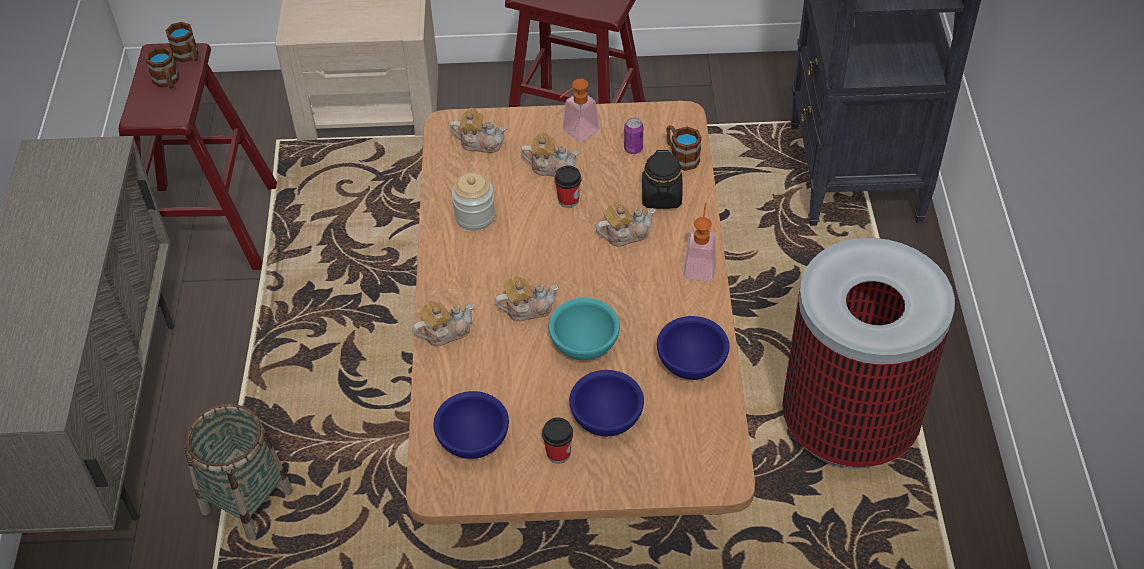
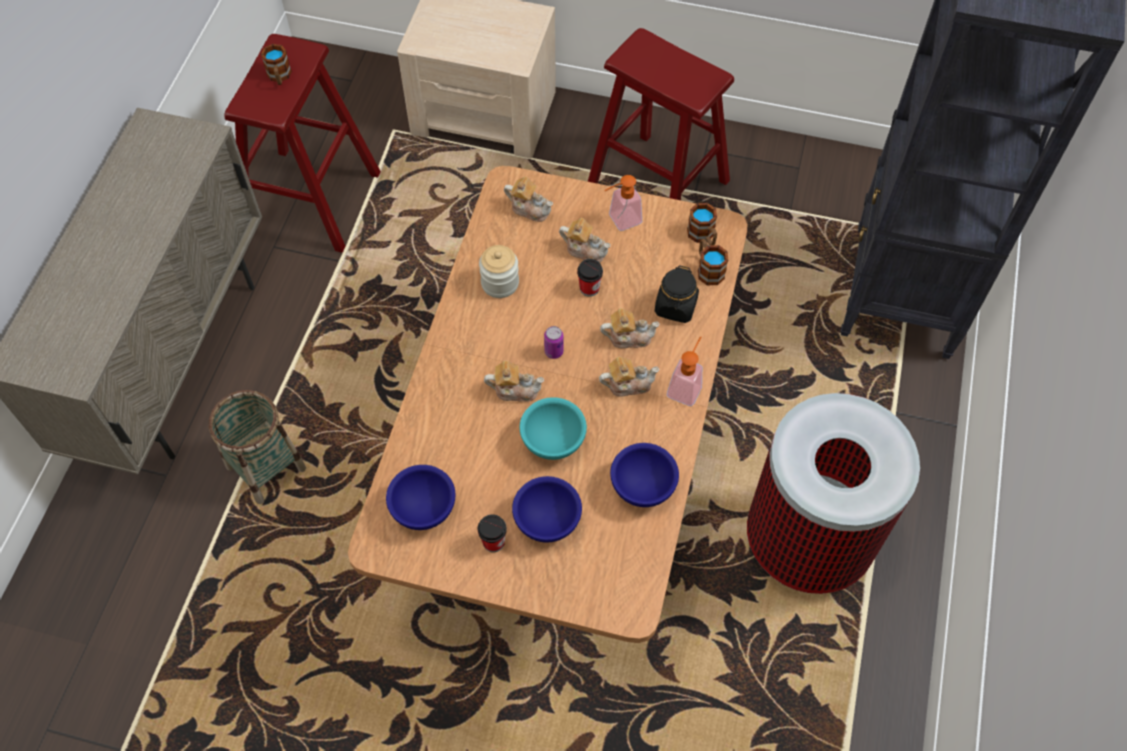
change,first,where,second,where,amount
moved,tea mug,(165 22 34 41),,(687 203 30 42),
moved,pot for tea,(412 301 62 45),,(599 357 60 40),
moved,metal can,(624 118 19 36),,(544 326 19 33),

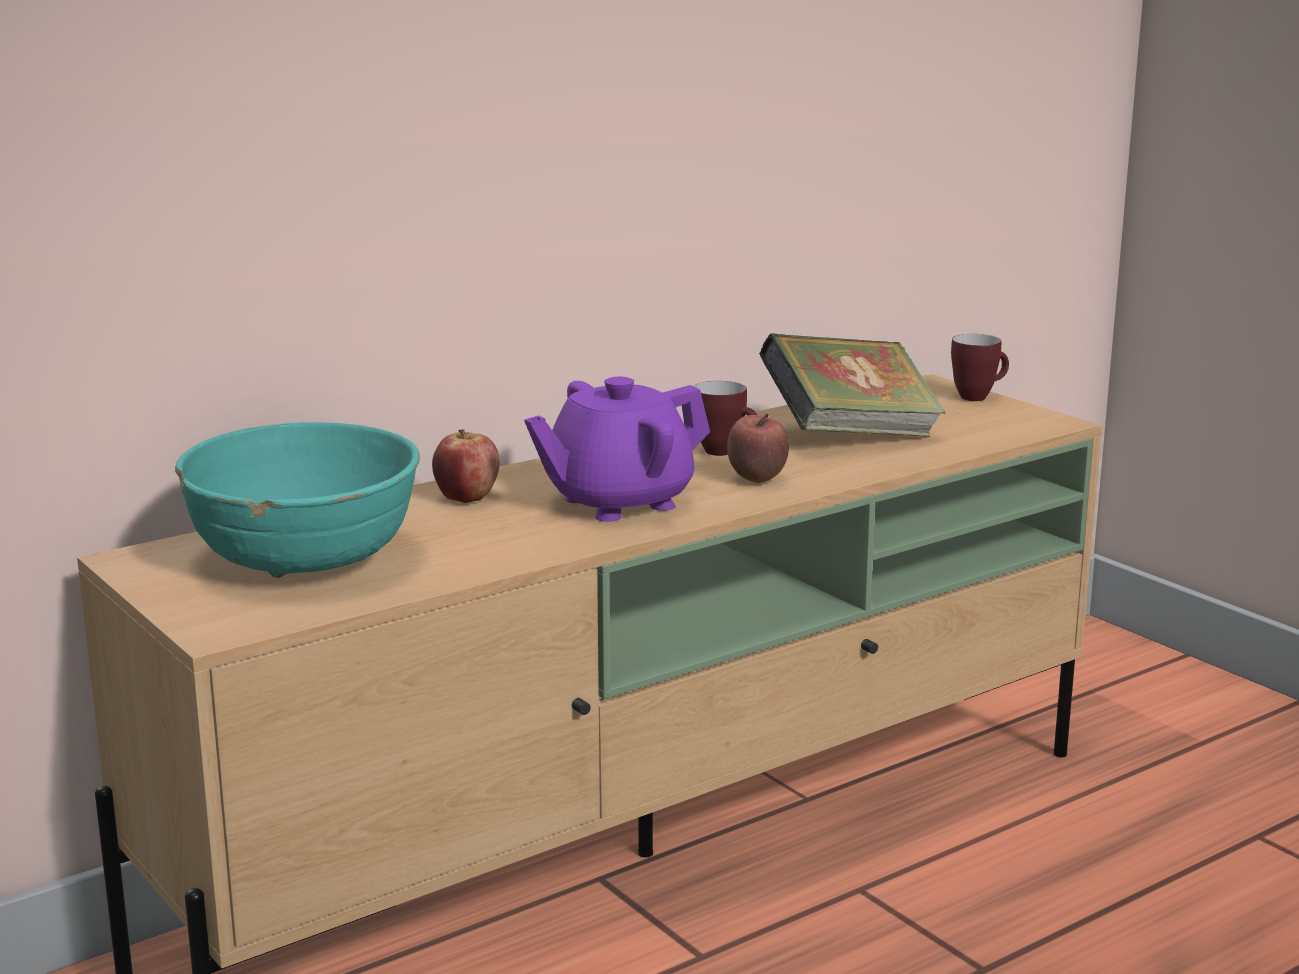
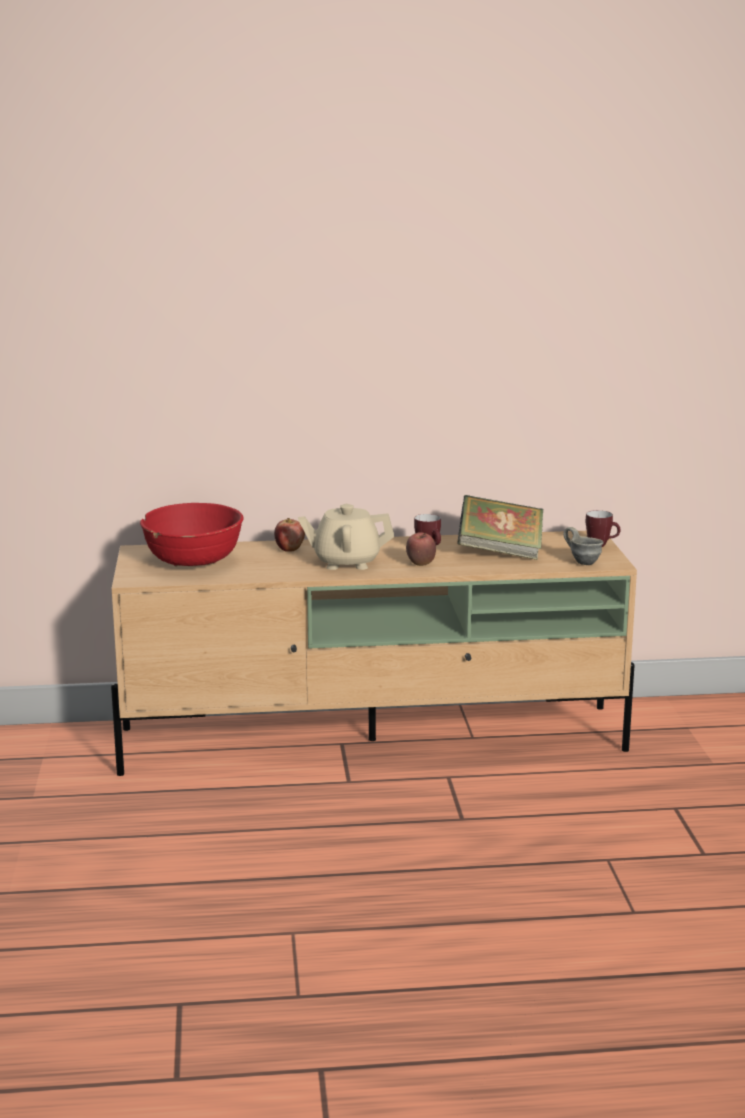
change,first,where,second,where,amount
added,,,tea mug (grey),(563 527 41 38),
recoloured,serving bowl (blue-green),(175 422 245 156),serving bowl (reddish),(140 503 104 64),
recoloured,pot for tea (purplish),(524 377 186 145),pot for tea (sand-coloured),(298 504 96 66),

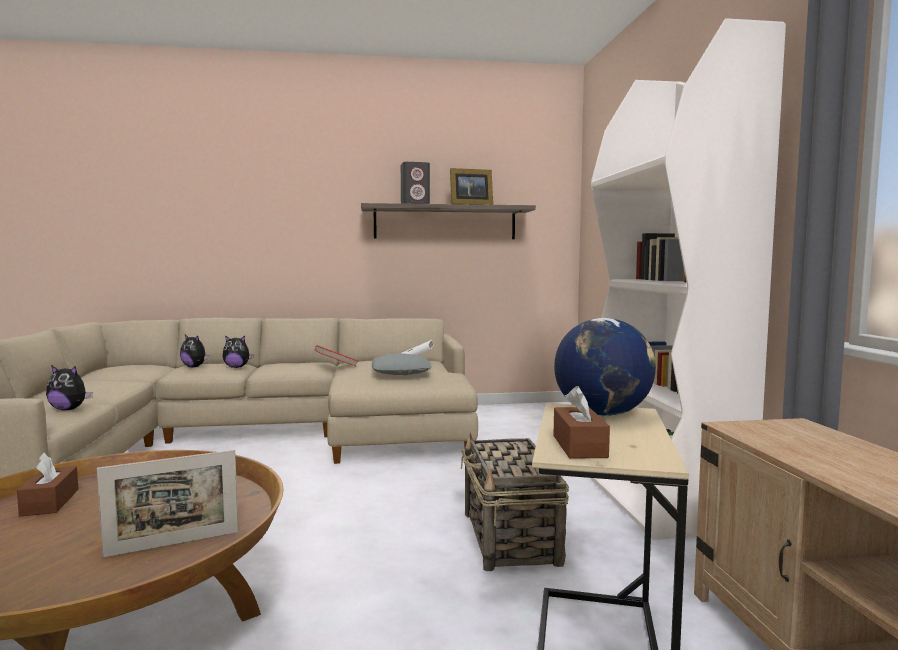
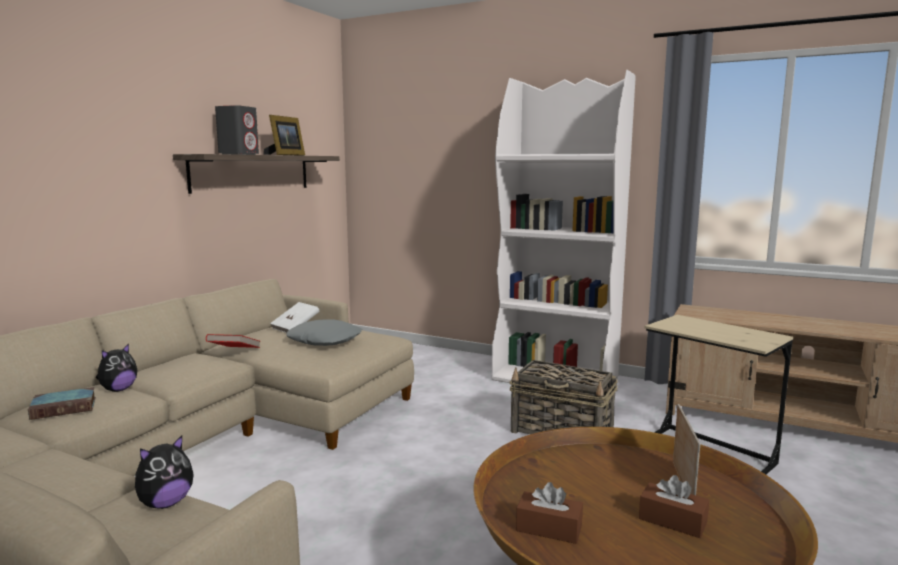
change,first,where,second,where,amount
removed,globe,(554 318 102 98),,,
moved,box of tissues (brown),(553 386 57 73),,(639 475 70 63),
replaced,cuddly toy,(180 334 30 34),volume,(28 387 68 33),

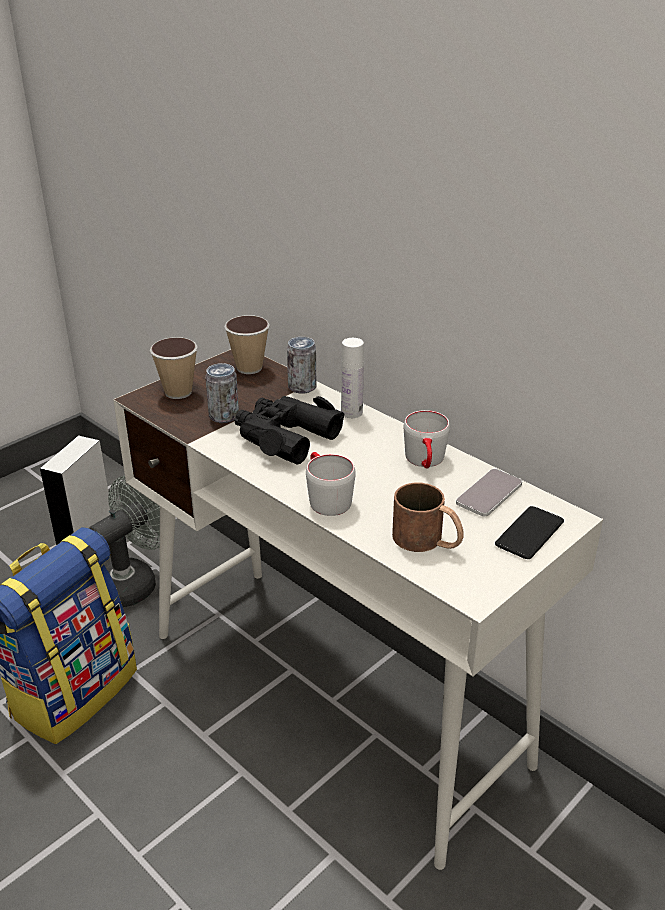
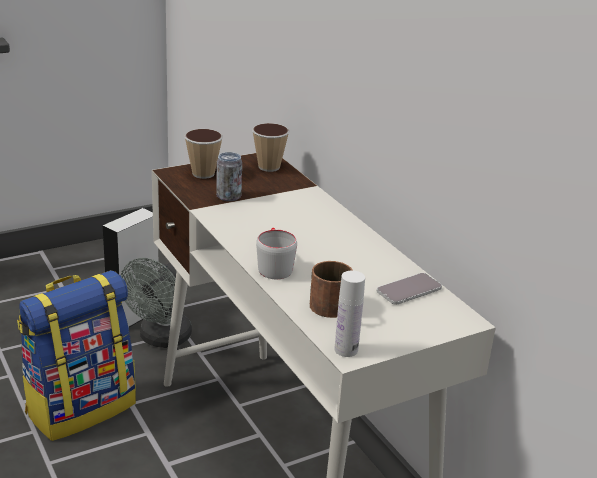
change,first,where,second,where,amount
removed,field glasses (black-coloured),(234 396 111 69),,,
removed,metal can,(287 337 29 57),,,
removed,tea mug (grey),(404 410 46 59),,,
removed,telephone,(495 506 69 53),,,
moved,beverage bottle (whitish),(341 338 23 80),,(334 270 31 87),
turned,electric fan (grey),(90 476 70 131),,(121 258 71 90),150 degrees clockwise

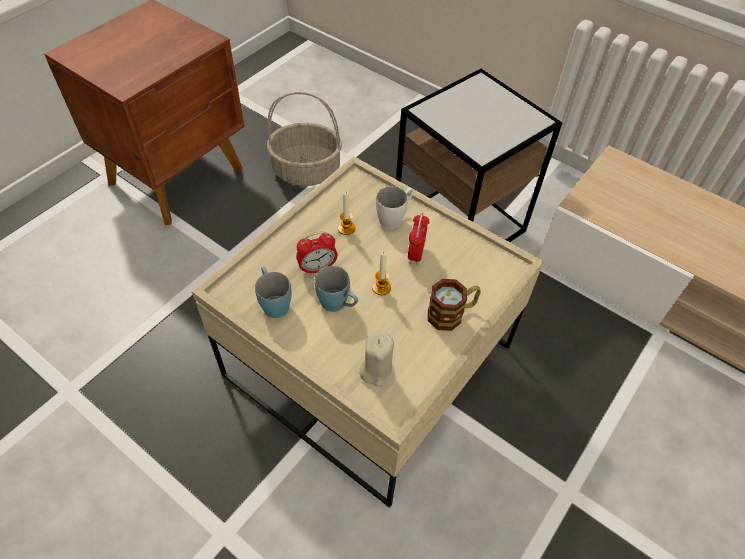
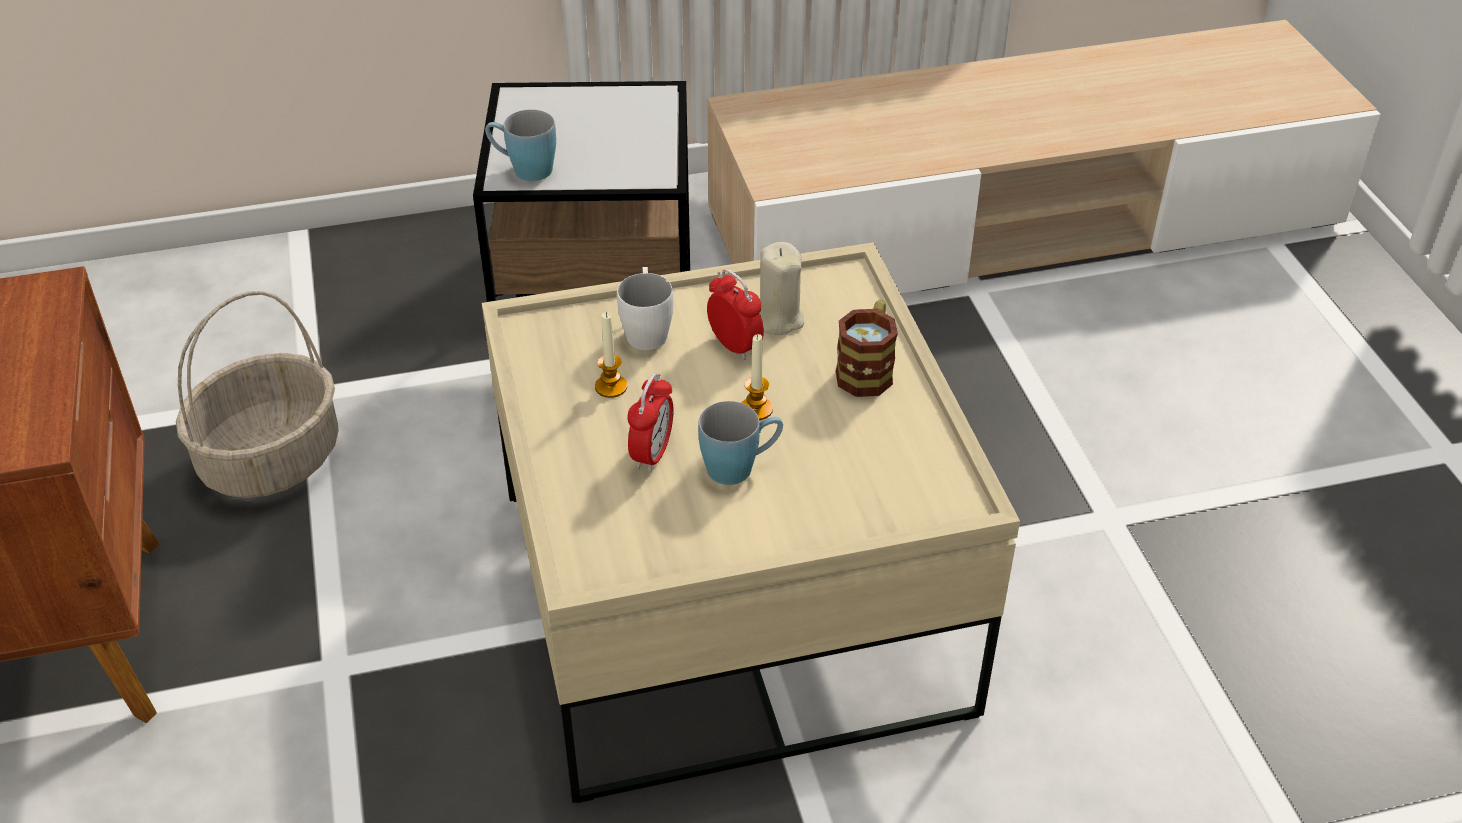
change,first,where,second,where,amount
moved,tea mug (blue-coloured),(255 267 37 51),,(485 109 71 72),
moved,wax candle (sand-coloured),(360 331 35 56),,(760 242 44 93),

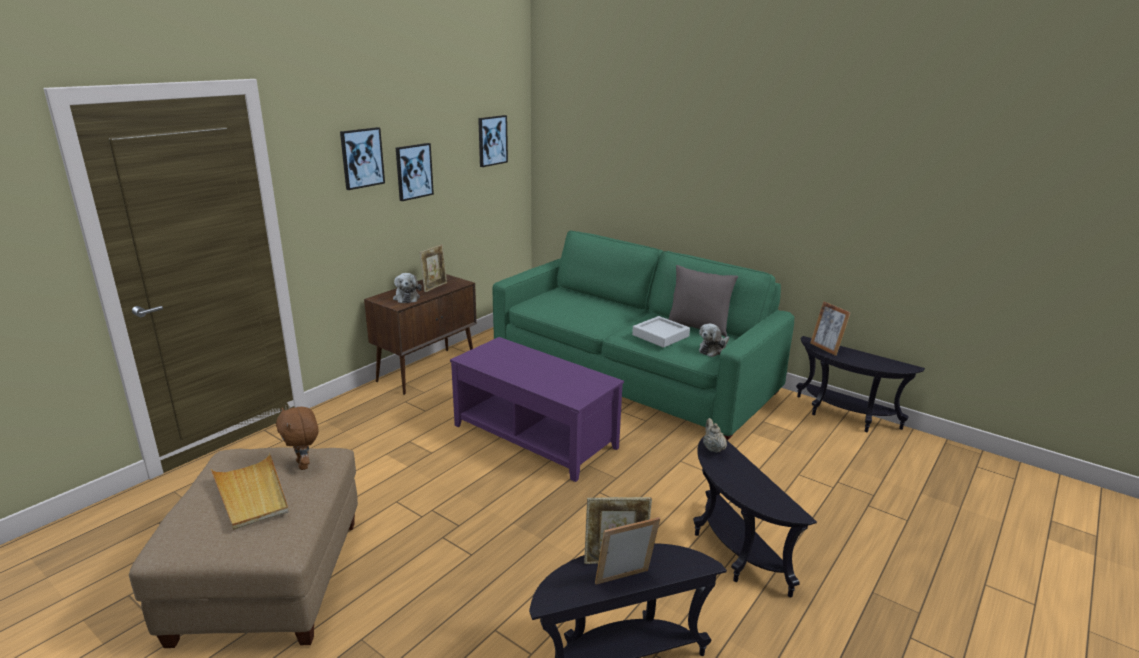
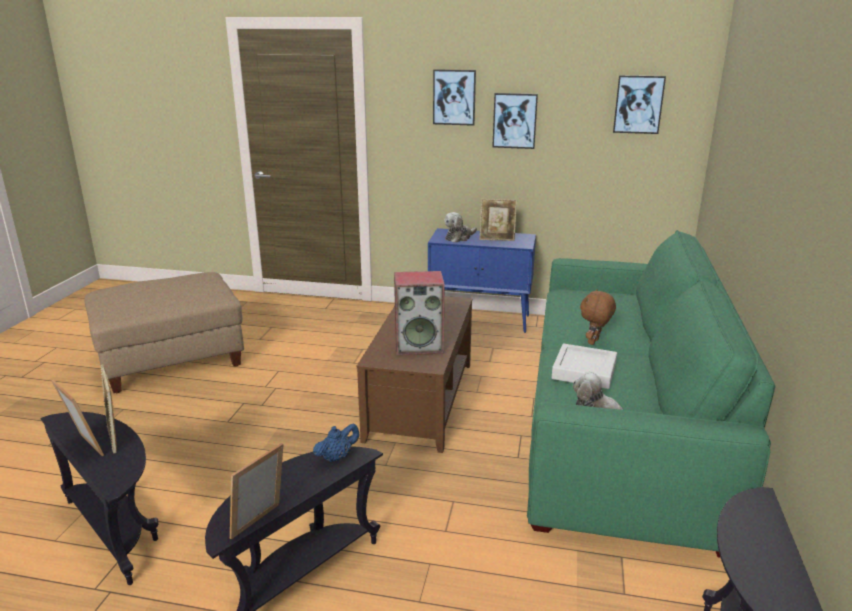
change,first,where,second,where,amount
removed,serving tray (sand-coloured),(211 453 78 77),,,
removed,cushion (grey),(669 265 69 72),,,
added,,,speaker,(394 271 51 84),
moved,cuddly toy (brown),(276 407 43 63),,(580 289 36 56),
moved,standing frame,(810 301 41 55),,(230 443 54 97),
recoloured,storage cabinet (brown),(364 274 113 121),storage cabinet (blue-coloured),(428 228 108 105),
recoloured,lounge table (purplish),(450 337 174 145),lounge table (brown),(357 296 115 157),
recoloured,pot for tea (sand-coloured),(703 418 24 35),pot for tea (blue-coloured),(313 424 47 38),

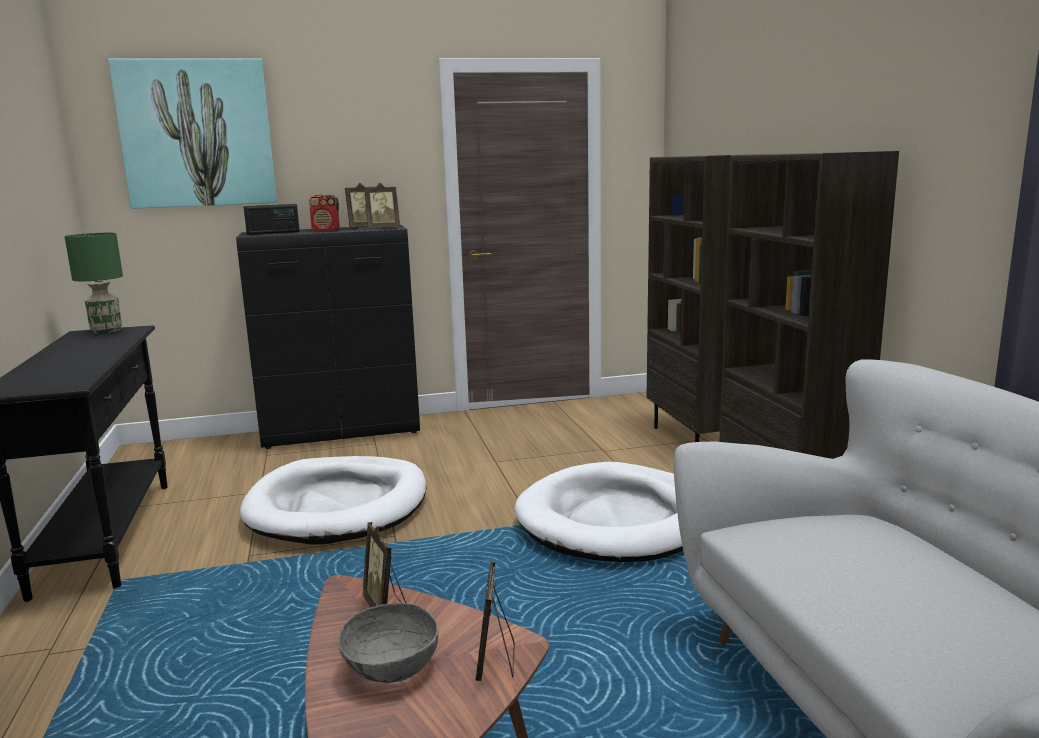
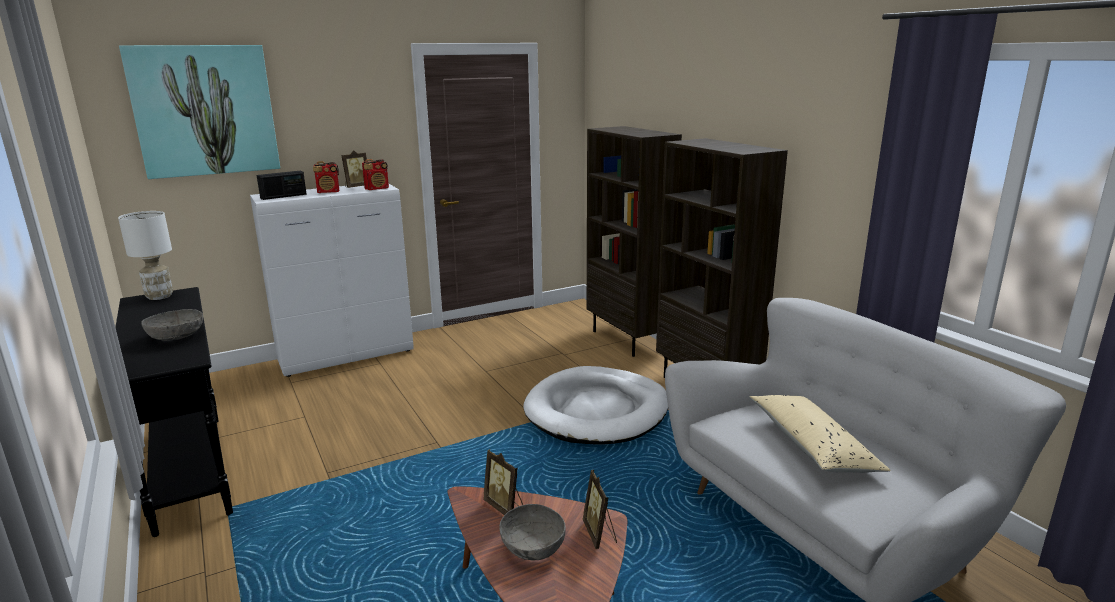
change,first,where,second,where,amount
removed,dog cushion (whitish),(240 456 187 89),,,
added,,,serving bowl (grey),(141 309 62 32),
added,,,cushion (sand-coloured),(750 395 141 78),
replaced,standing frame,(364 183 36 46),radio set,(362 159 27 31),
recoloured,lamp for a table (greenish),(65 233 58 101),lamp for a table (whitish),(118 211 55 89),
recoloured,storage cabinet (black-coloured),(236 225 184 224),storage cabinet (whitish),(250 184 163 193),

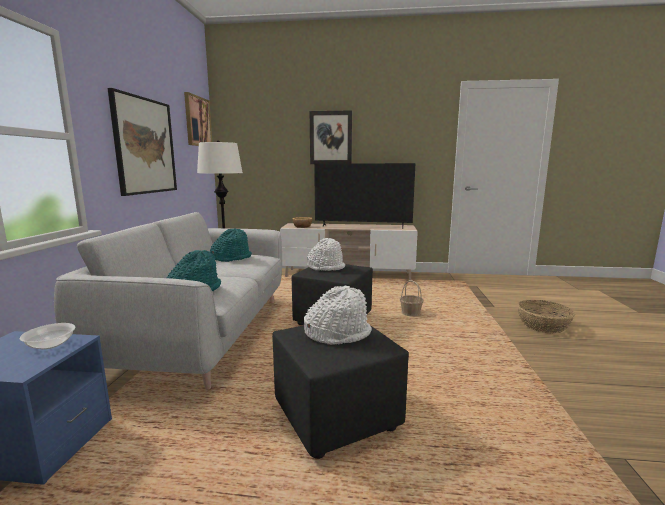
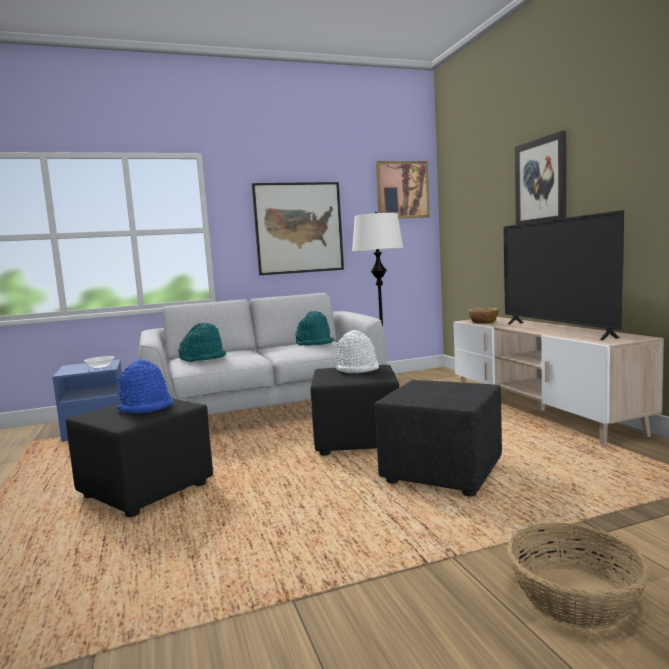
change,first,where,second,where,amount
replaced,storage basket,(400 280 24 36),footrest (black-coloured),(375 380 127 117),
recoloured,hat (whitish),(304 286 68 59),hat (blue-coloured),(117 359 56 55),

